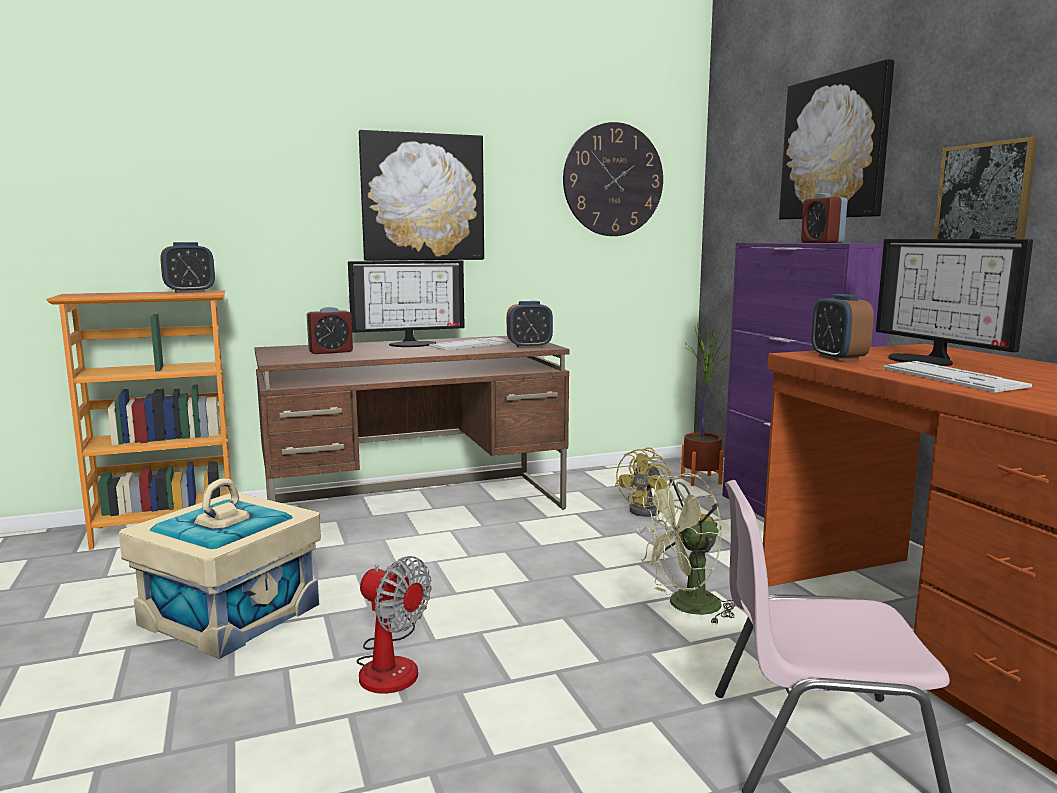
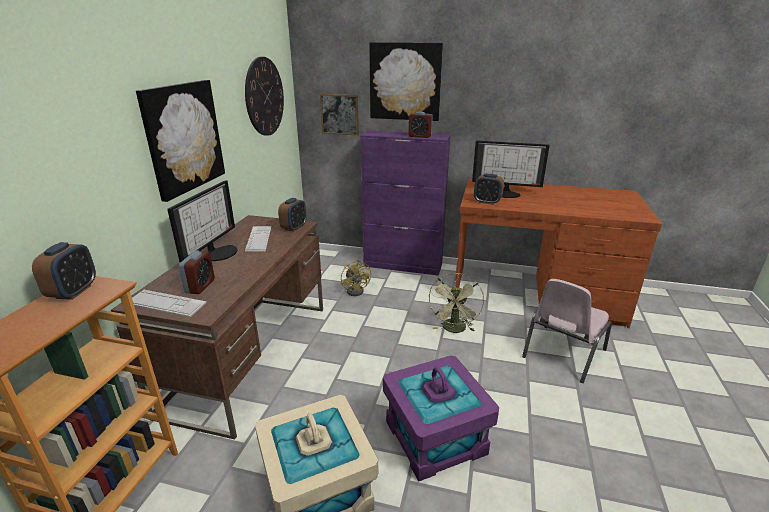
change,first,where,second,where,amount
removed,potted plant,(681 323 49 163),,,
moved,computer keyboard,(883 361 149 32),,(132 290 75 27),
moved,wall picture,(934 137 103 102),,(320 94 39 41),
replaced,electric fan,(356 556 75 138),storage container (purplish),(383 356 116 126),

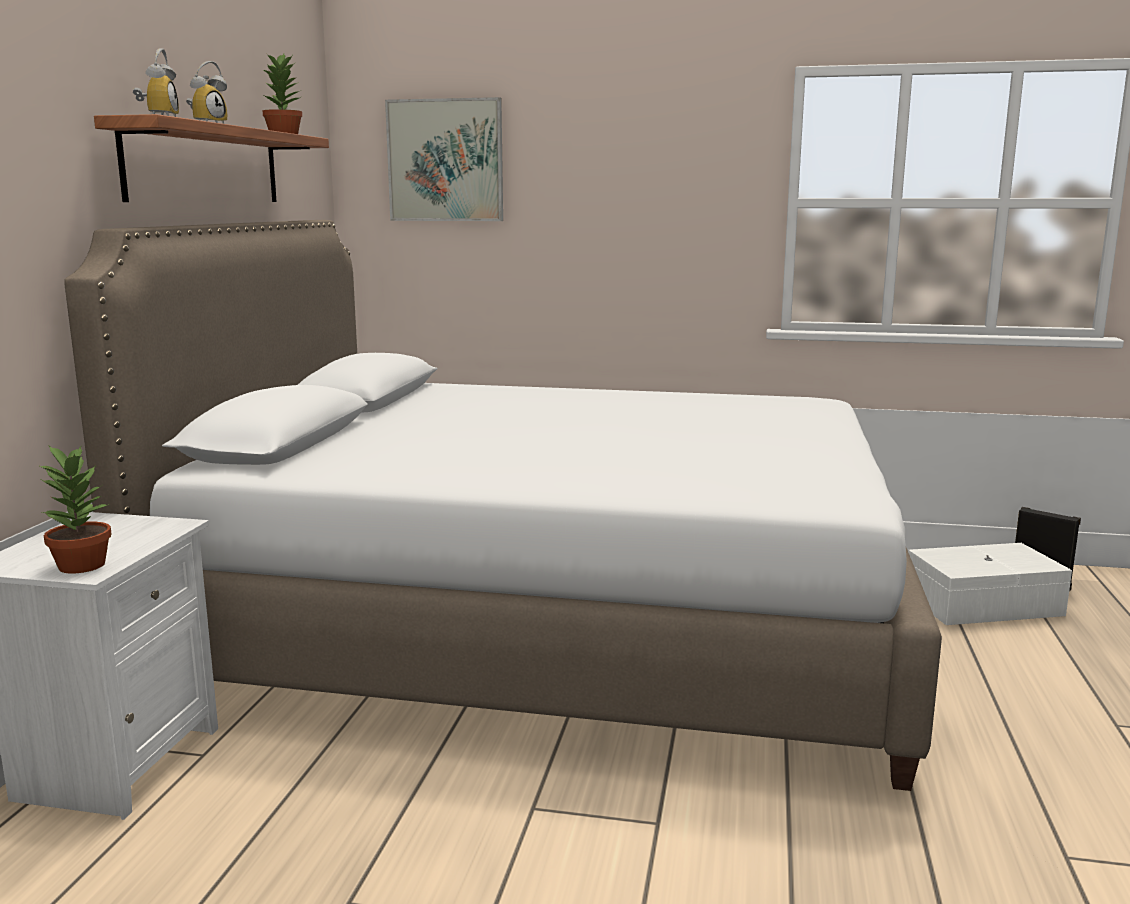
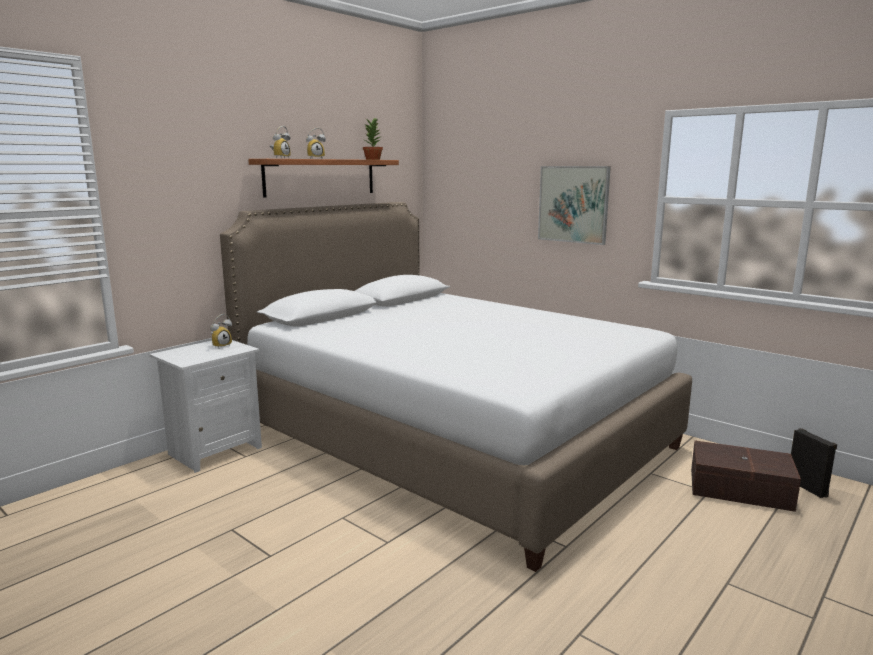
change,first,where,second,where,amount
removed,potted plant,(38 446 74 128),,,
added,,,table clock,(210 314 22 34),
moved,wall picture,(385 97 118 124),,(538 166 73 79),
recoloured,storage container (whitish),(908 543 164 82),storage container (brown),(691 441 110 71),

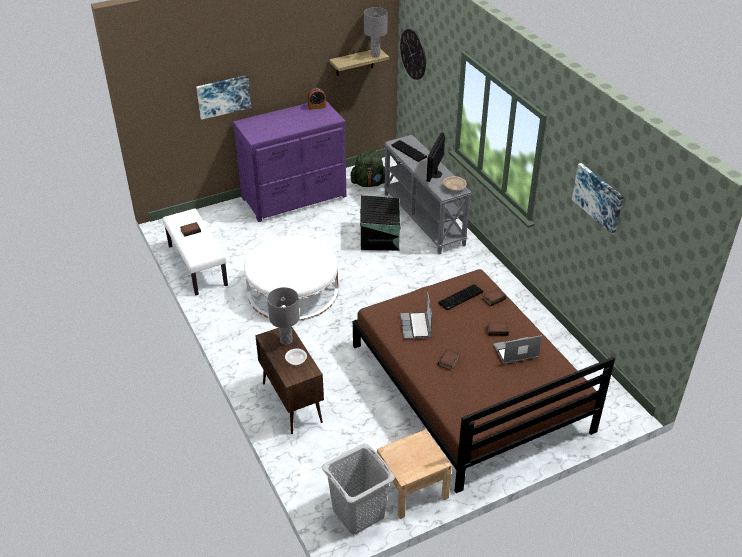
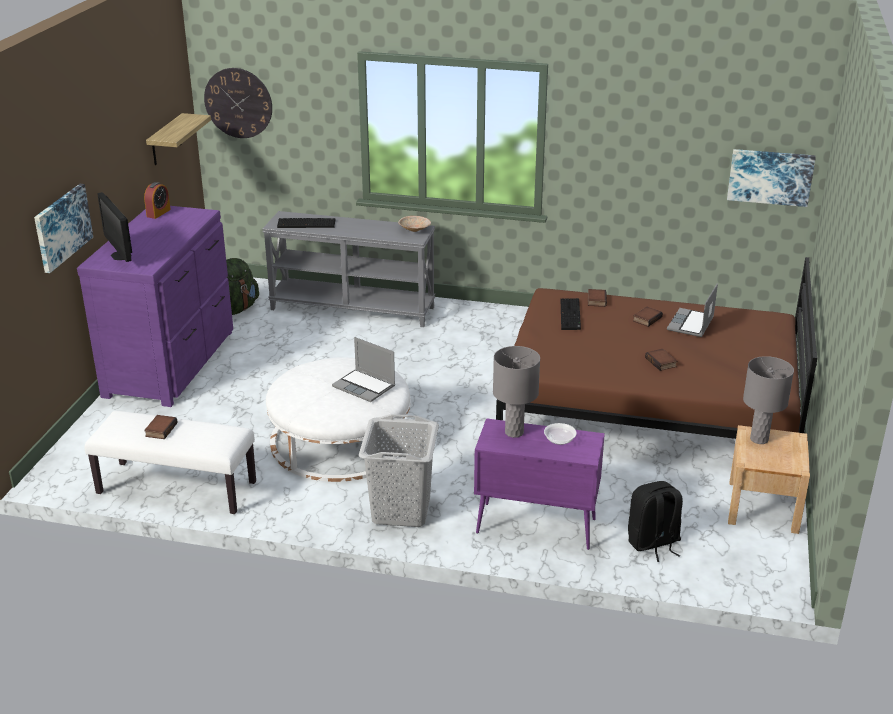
change,first,where,second,where,amount
removed,storage container (black-coloured),(360 196 41 55),,,
added,,,backpack (black-coloured),(628 481 55 81),
moved,hamper (grey),(322 443 73 91),,(359 414 80 113),
moved,lamp for a table (grey),(364 7 24 50),,(743 356 51 88),
moved,portable computer,(400 292 32 47),,(332 337 63 65),
moved,computer screen,(427 132 18 50),,(97 192 35 70),
moved,wall picture,(572 163 51 71),,(727 149 89 58),
recoloured,storage cabinet (brown),(255 327 69 107),storage cabinet (purplish),(474 418 131 132),

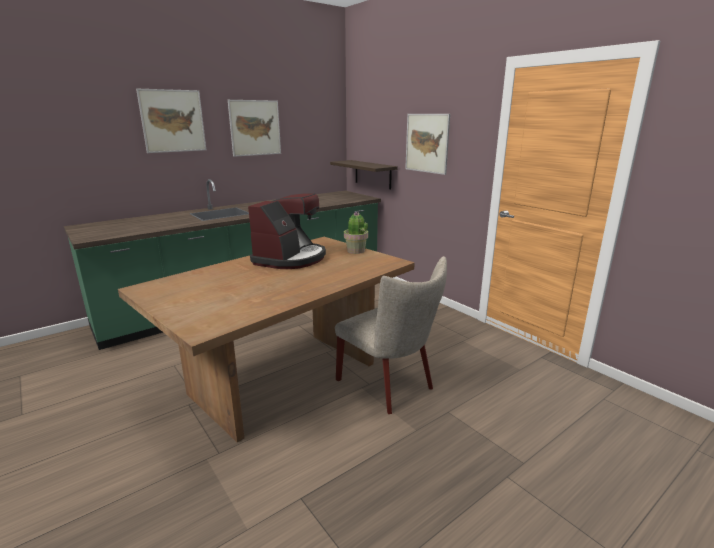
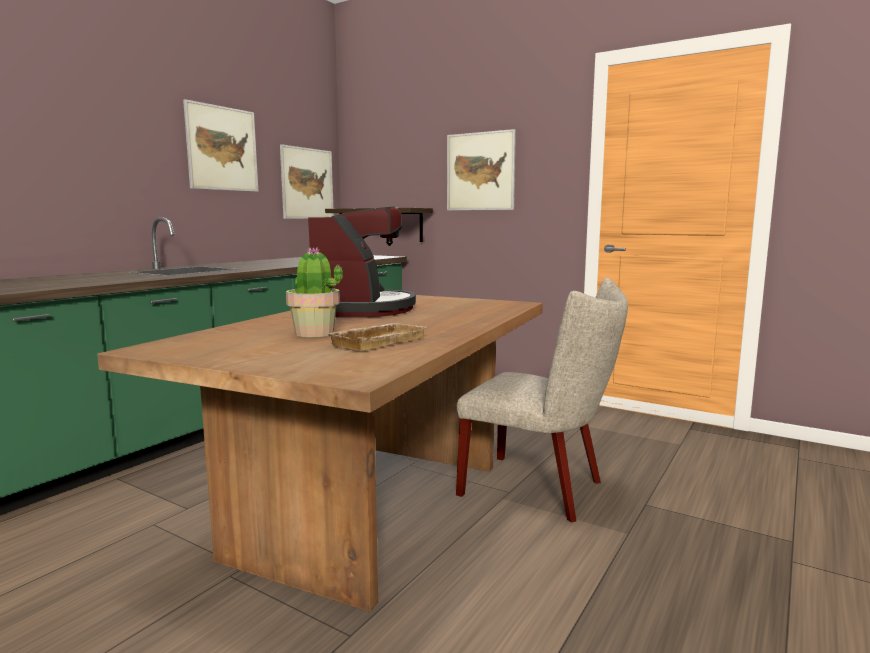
change,first,where,second,where,amount
added,,,serving tray (sand-coloured),(327 323 99 28),
moved,wall picture,(136 89 70 64),,(280 144 54 75),
moved,potted plant,(344 212 24 42),,(286 247 57 90),

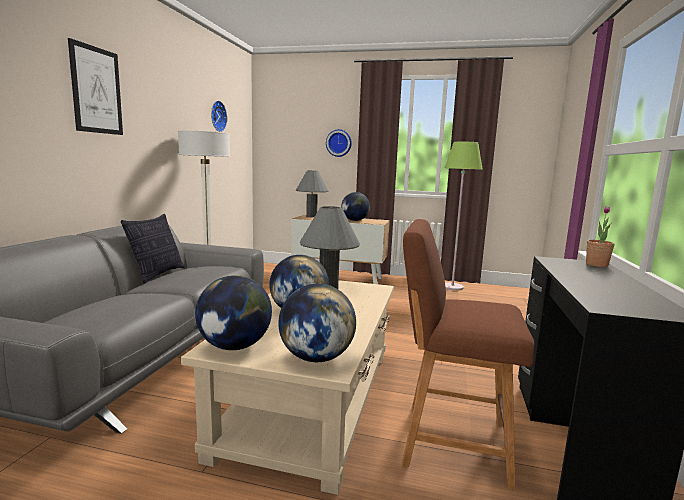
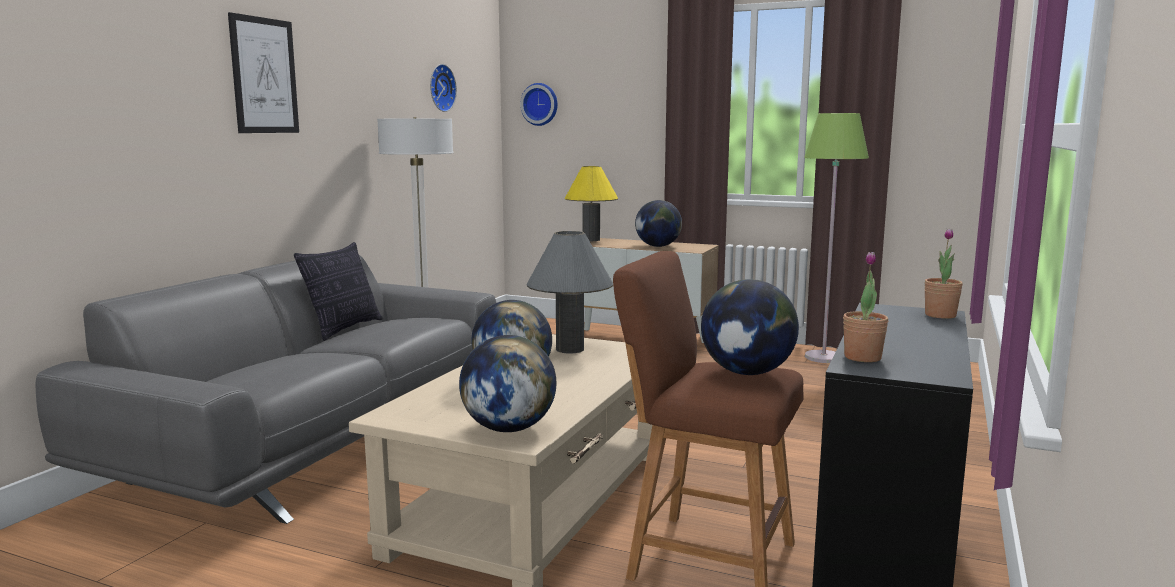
change,first,where,second,where,amount
added,,,potted plant,(843 252 45 110),
moved,globe,(195 275 77 75),,(701 279 98 96),
moved,clock on the wall,(326 129 26 28),,(520 83 38 43),
recoloured,lamp for a table (grey),(296 171 33 46),lamp for a table (yellowish),(565 166 53 75),

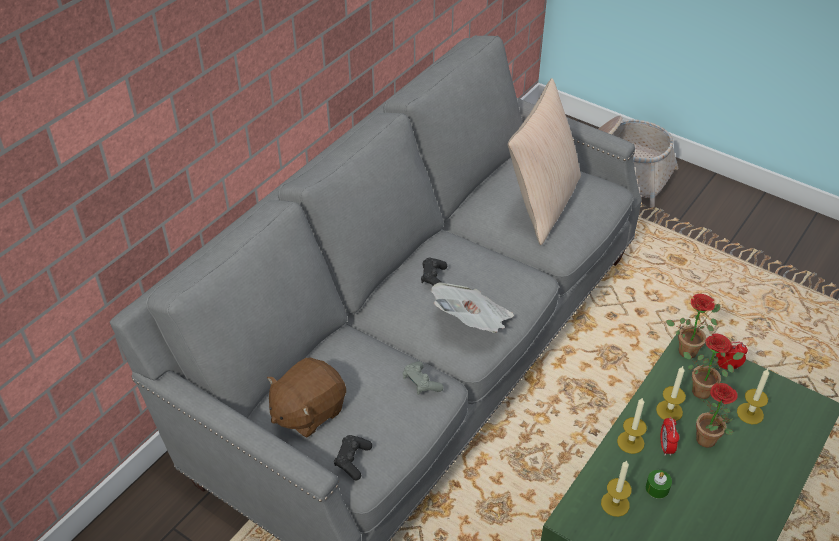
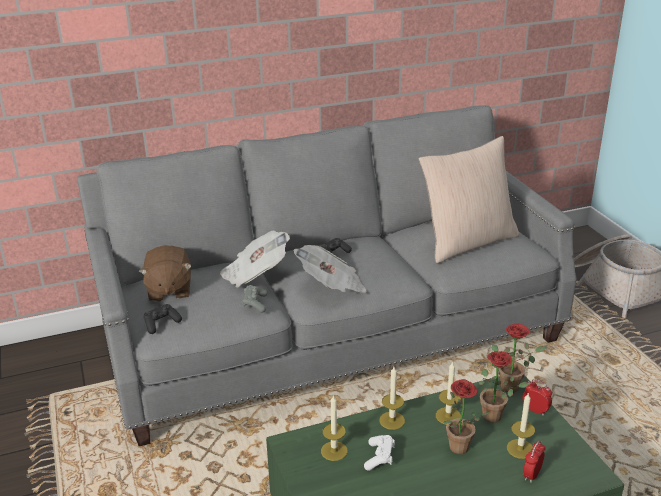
change,first,where,second,where,amount
added,,,printed paper,(220 230 70 58),
moved,table clock,(661 417 18 39),,(523 441 23 42),
replaced,wax candle (greenish),(646 470 26 29),gamepad (whitish),(364 435 31 36),
turned,cuddly toy (brown),(267 358 79 80),,(139 245 53 57),90 degrees counterclockwise

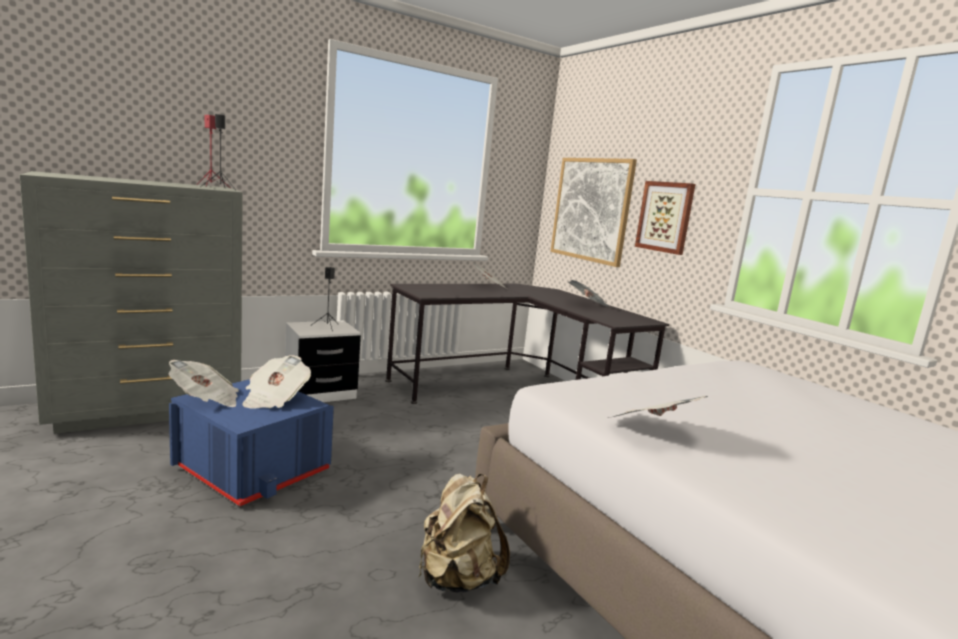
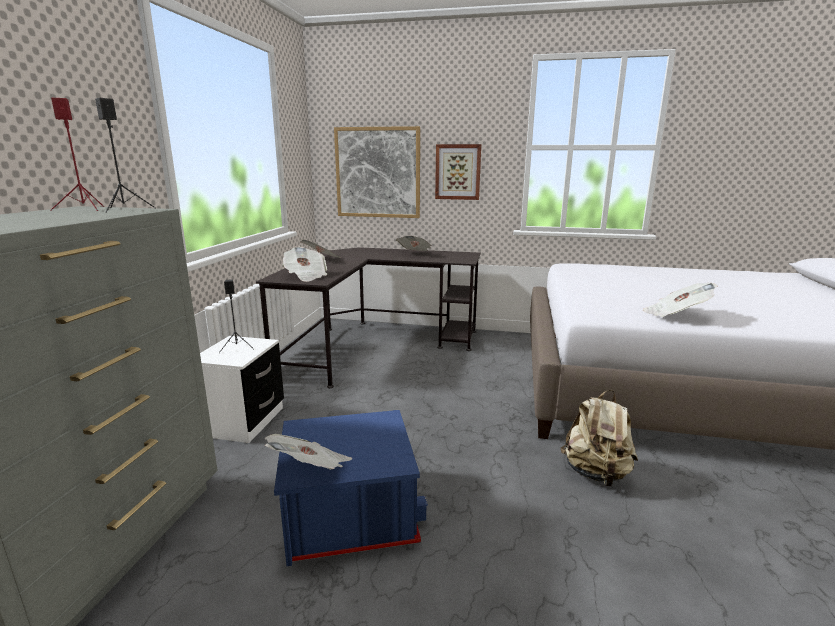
change,first,where,second,where,amount
moved,printed paper,(242 355 69 54),,(283 247 44 35),

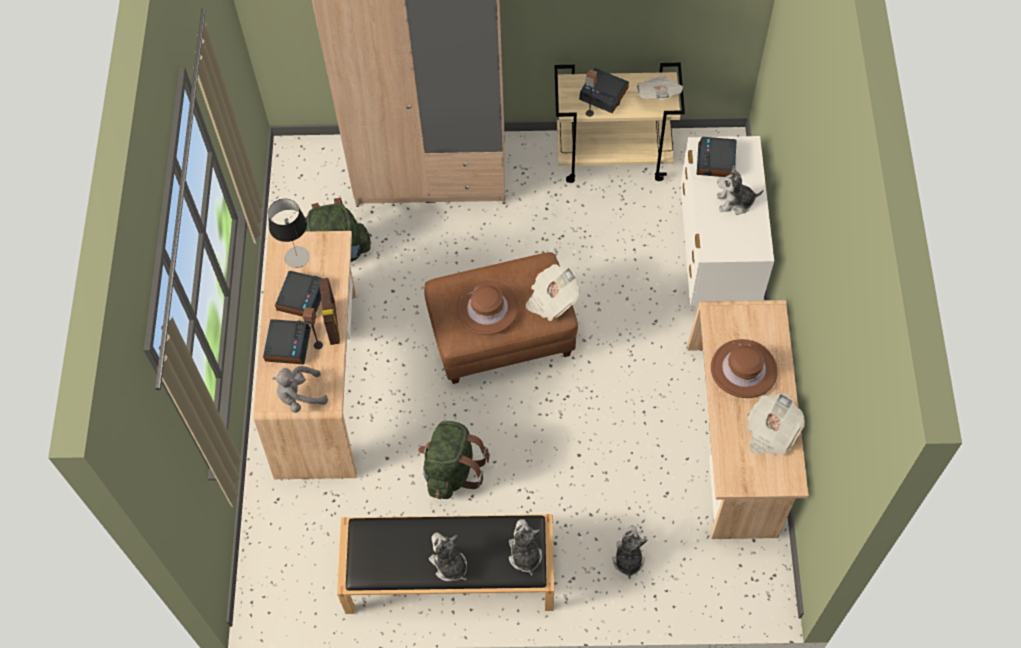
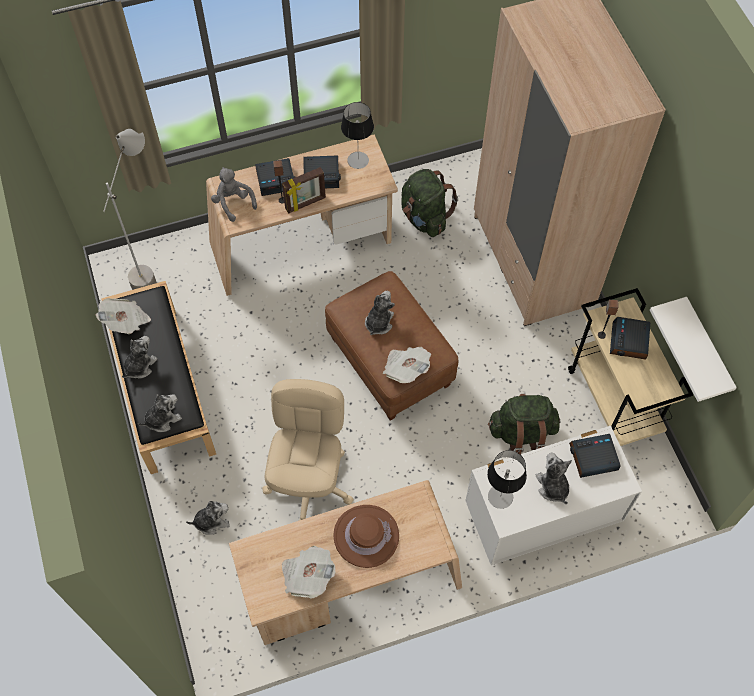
change,first,where,second,where,amount
added,,,floor lamp (grey),(103 129 54 161),
added,,,computer chair (sand-coloured),(262 379 92 142),
added,,,lamp for a table,(487 450 40 59),
added,,,shelf (whitish),(650 297 87 105),
moved,backpack (greenish),(418 421 72 78),,(488 394 72 60),
moved,printed paper,(636 75 47 25),,(96 298 55 36),
replaced,hat (brown),(457 281 62 54),cuddly toy,(365 291 30 44),

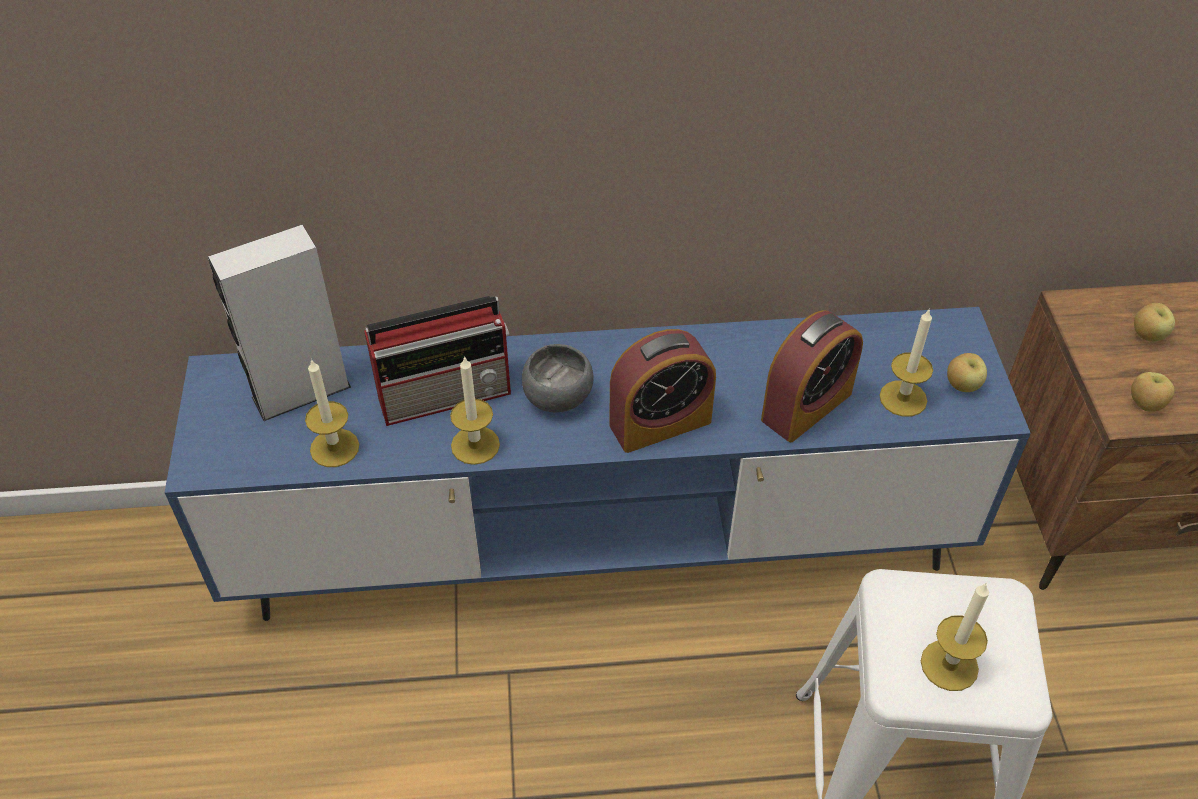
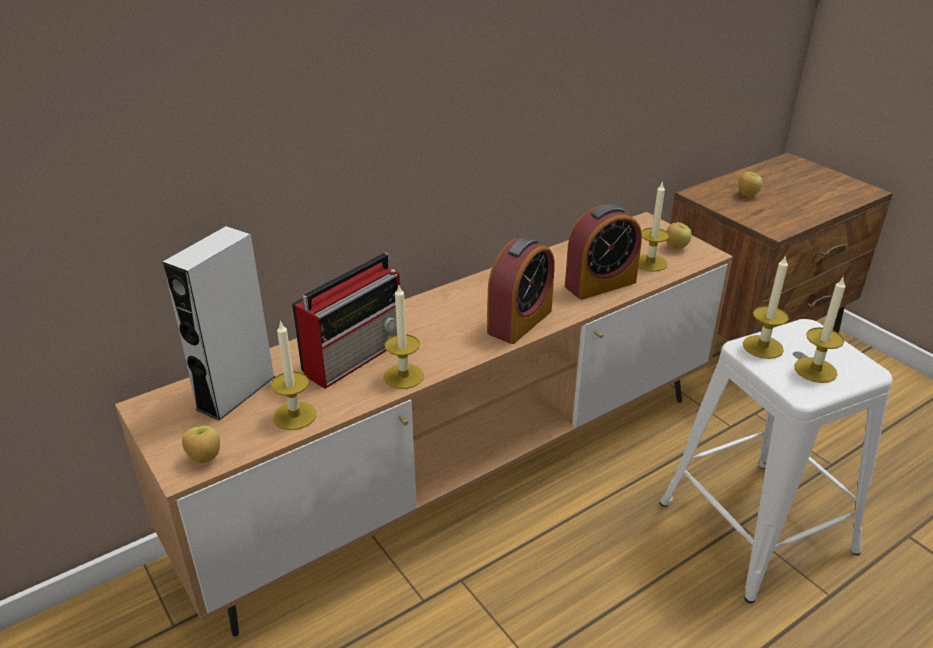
change,first,where,second,where,amount
removed,serving bowl (grey),(522 344 71 69),,,
added,,,wax candle,(743 255 46 104),
moved,apple fruit,(1131 372 44 40),,(182 426 38 37),
recoloured,tv unit (blue-coloured),(165 307 866 314),tv unit (brown),(115 212 618 424),
turned,table clock,(761 310 102 132),,(565 204 77 96),45 degrees clockwise

